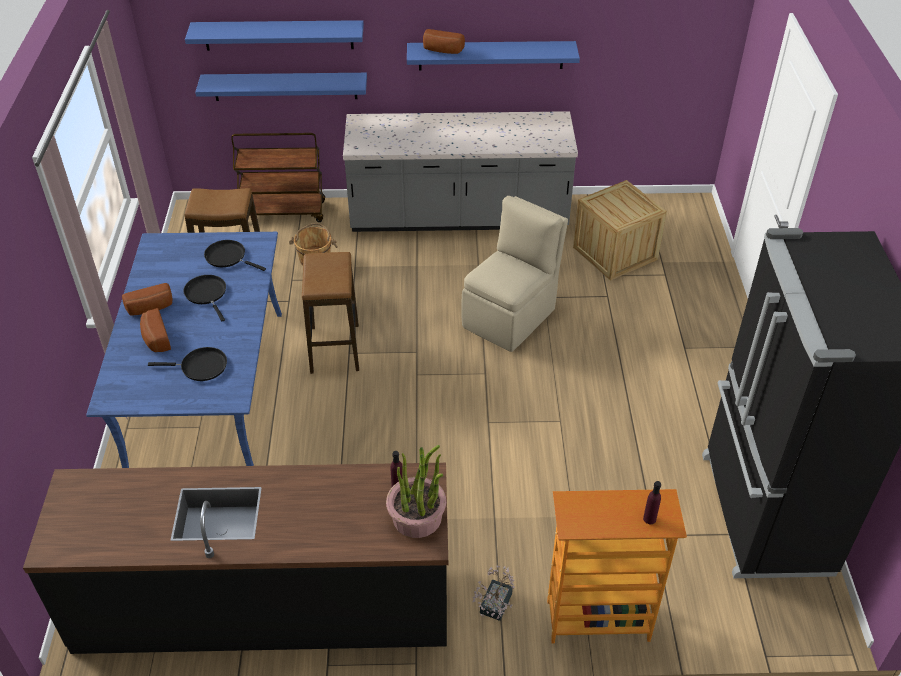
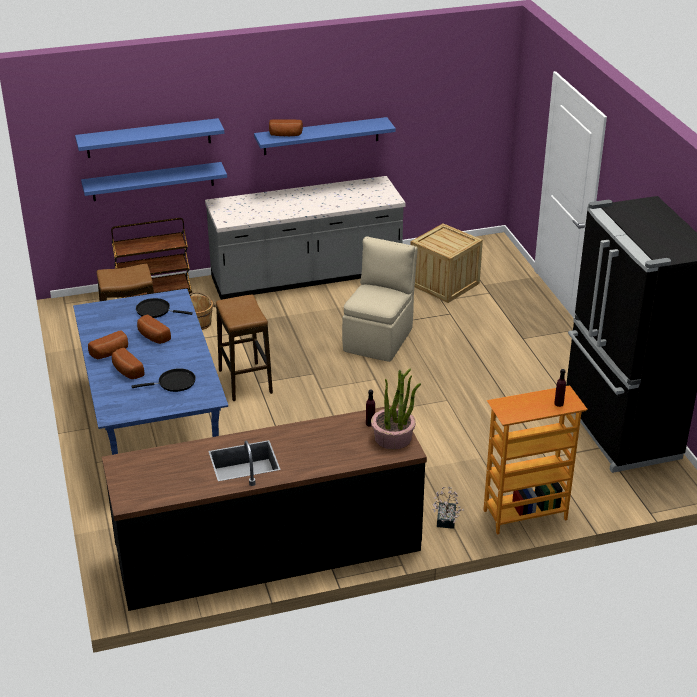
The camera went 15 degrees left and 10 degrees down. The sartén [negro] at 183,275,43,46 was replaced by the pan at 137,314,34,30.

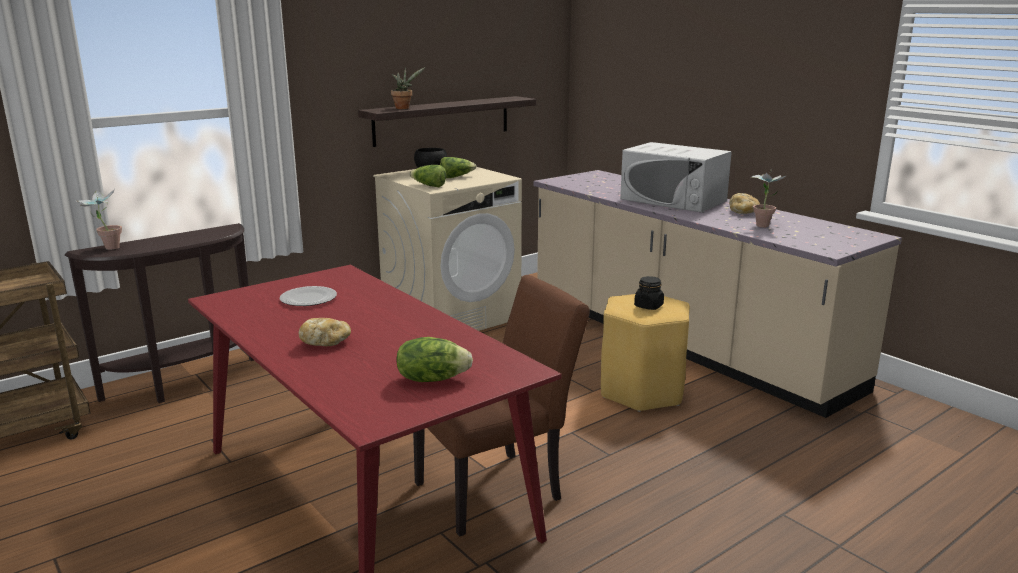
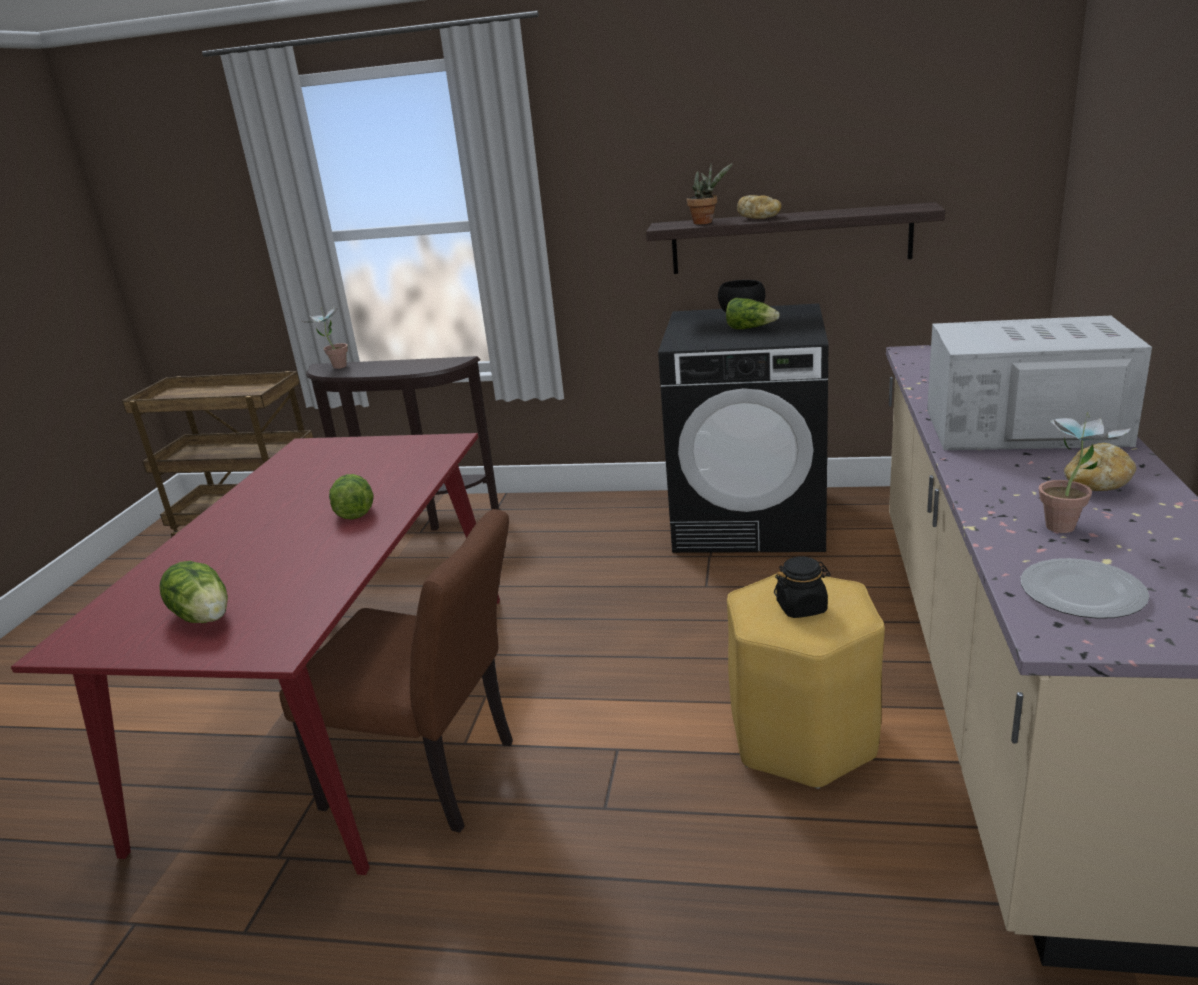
The camera went 50 degrees right and 5 degrees up. The plato moved from 280,286,57,20 to 1020,558,129,61. The pan moved from 299,318,52,28 to 737,195,45,24. The lavadora [beis] at 373,167,149,164 became the lavadora [negro] at 658,303,170,250. The lechuga moved from 409,165,37,22 to 329,474,45,46. The microondas [blanco] at 620,142,112,71 turned 105 degrees clockwise.

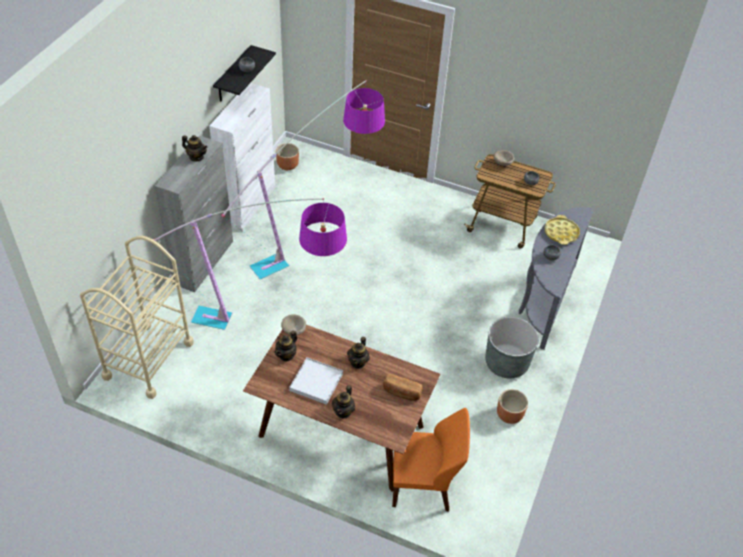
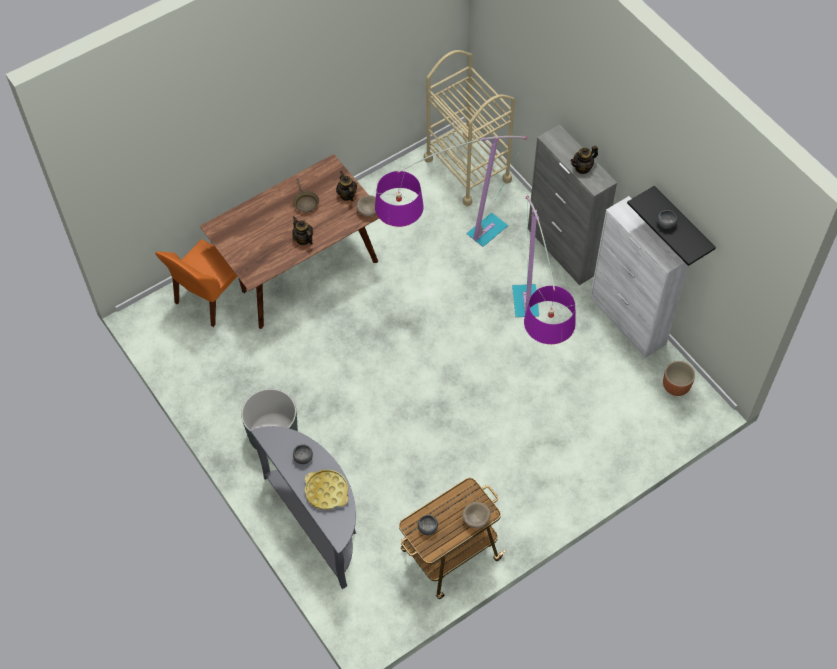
The camera went 125 degrees right and 10 degrees up. The bandeja [blanco] at 289,357,54,48 was replaced by the sartén [marrón] at 293,178,26,35. The tetera at 332,385,23,34 disappeared. The pan at 383,374,40,27 disappeared. The maceta [marrón] at 497,389,31,35 disappeared.

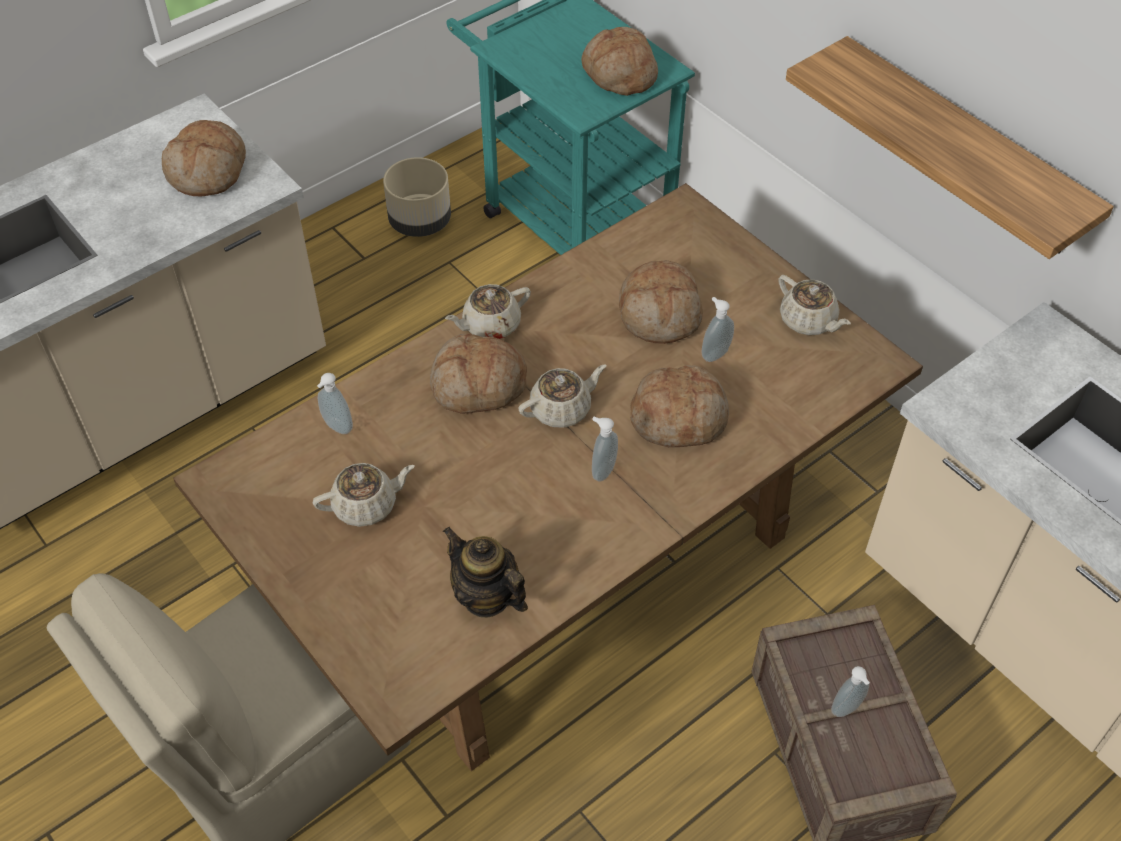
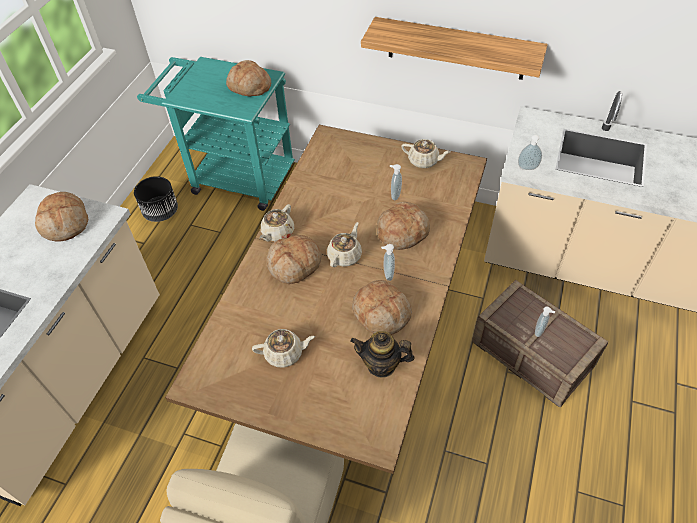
The camera went 30 degrees left and 0 degrees up. The tetera [beis] at 313,463,102,64 turned 45 degrees clockwise. The dispensador de jabón moved from 317,373,36,61 to 518,135,24,35. The maceta [beis] at 383,157,68,80 became the maceta [negro] at 134,176,44,46. The pan moved from 619,260,84,84 to 352,280,60,55.

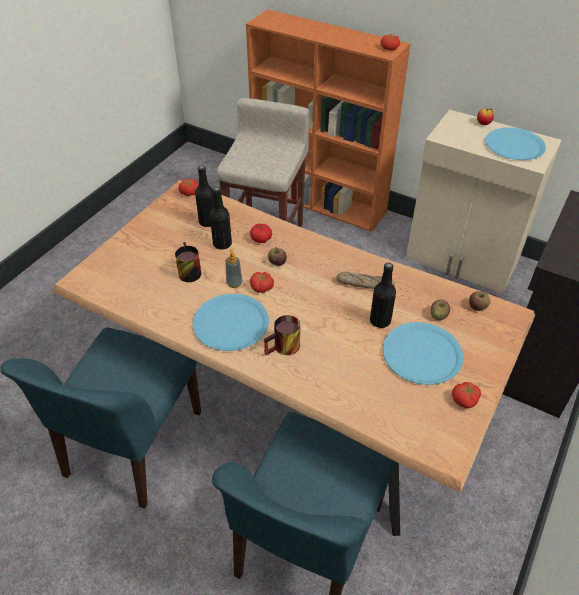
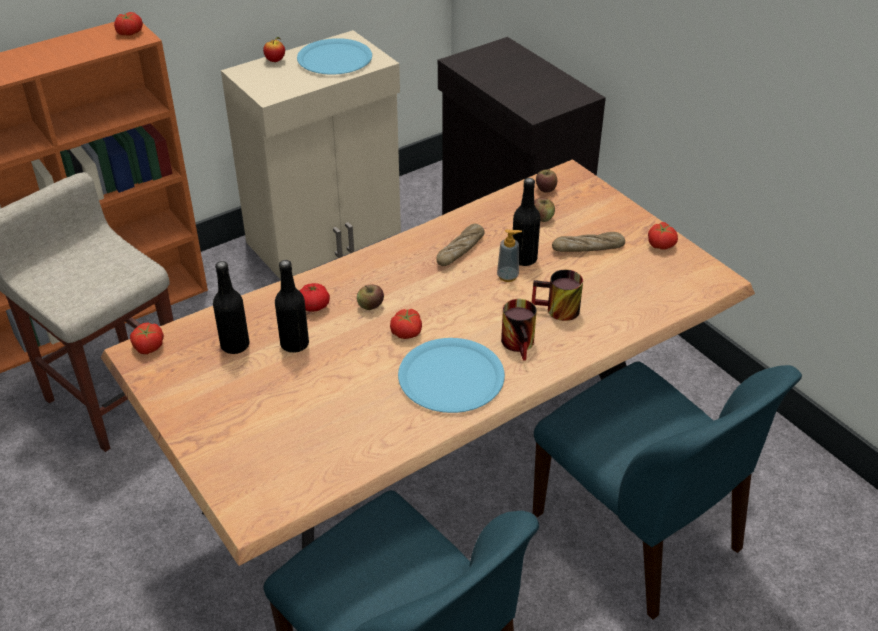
The camera went 65 degrees left and 5 degrees down. The taza grande moved from 175,242,26,40 to 532,270,51,51. The dispensador de jabón moved from 225,249,18,39 to 497,230,25,52. The plato [azul] at 383,322,80,63 was replaced by the pan at 552,232,73,20.

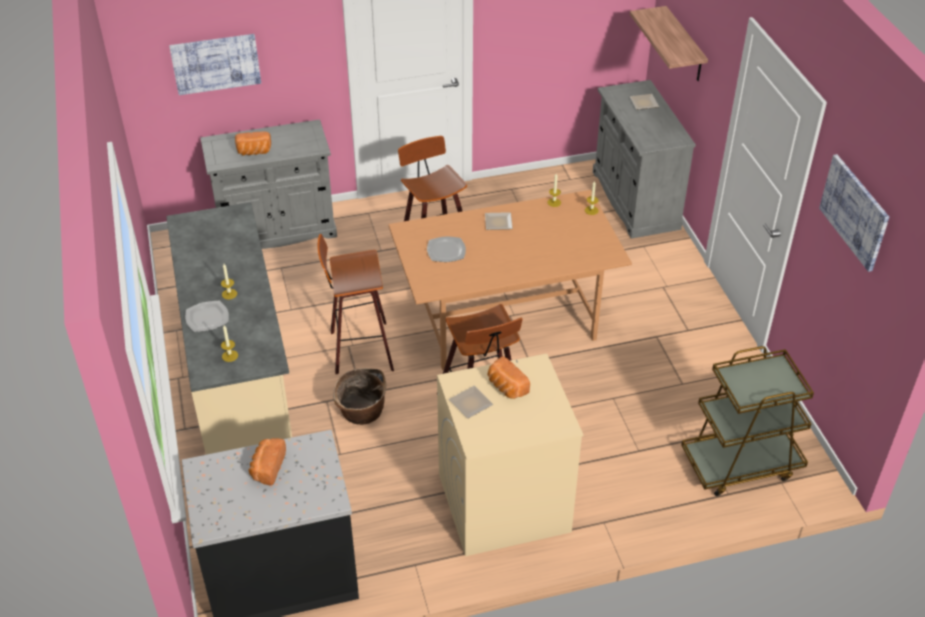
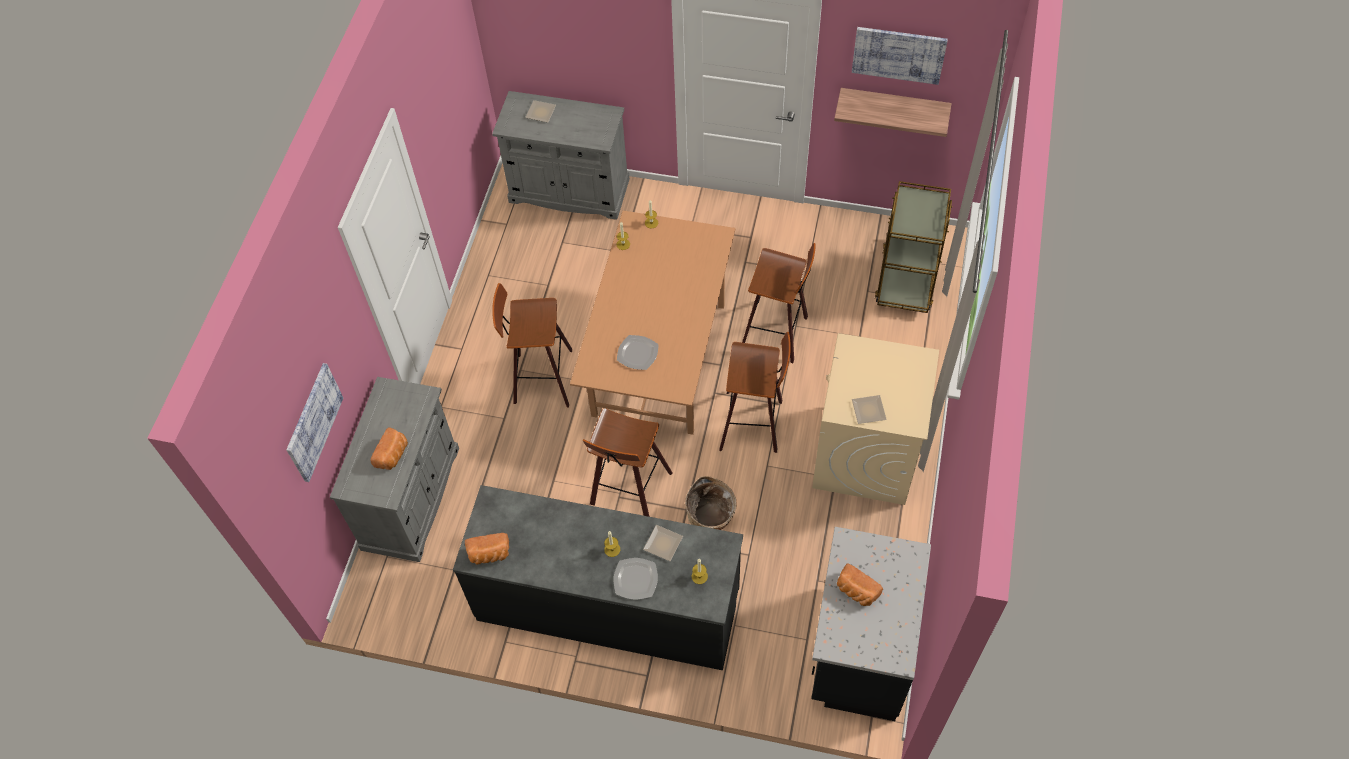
The camera went 60 degrees left and 15 degrees up. The mueble bajo de cocina [beis] at 166,202,126,253 became the mueble bajo de cocina [negro] at 453,485,290,185. The plato moved from 485,212,28,18 to 643,525,40,36. The pan moved from 487,356,43,43 to 465,533,44,31. The estante moved from 630,6,78,75 to 834,88,118,49. The taburete at 742,243,74,120 appeared.

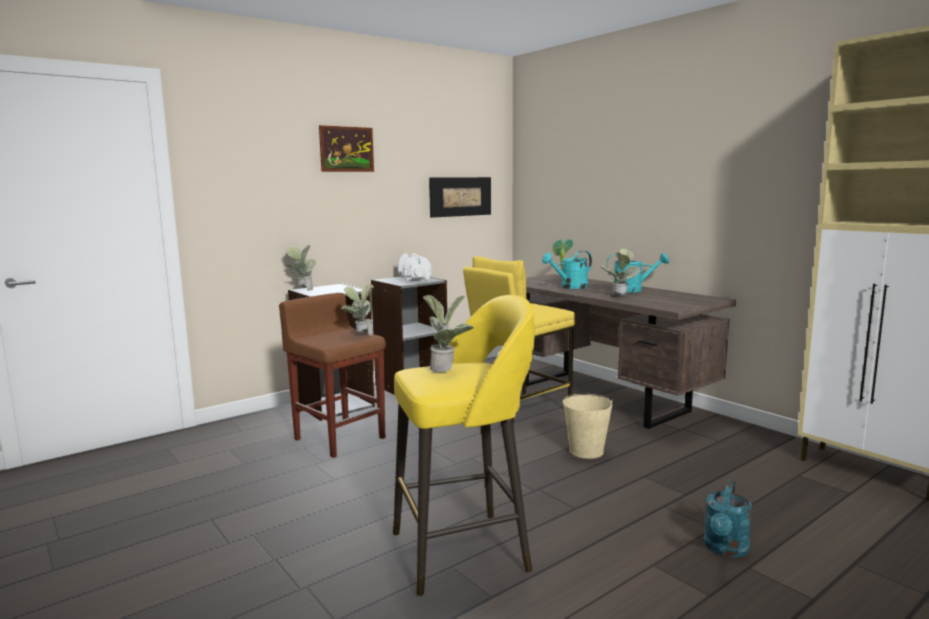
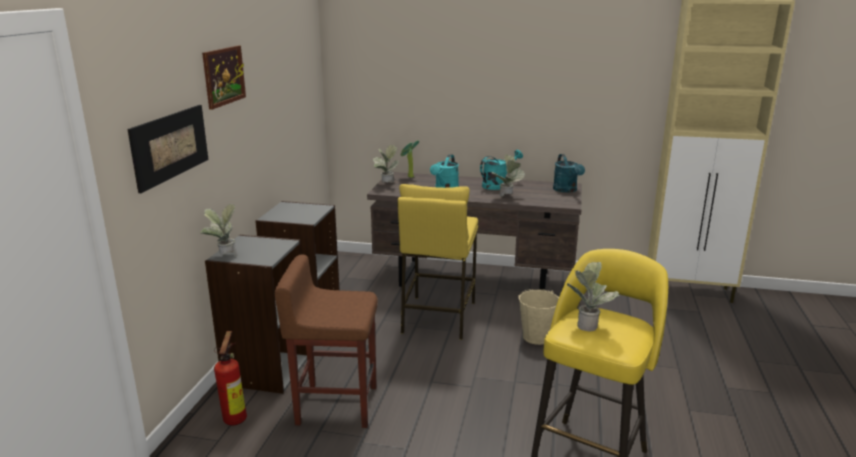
The camera went 40 degrees left and 10 degrees up. The planta en maceta moved from 340,284,34,52 to 373,145,26,38. The mancuerna [blanco] at 397,253,34,29 disappeared. The cuadro moved from 429,177,62,41 to 127,105,81,88. The regadera [turquesa] moved from 703,480,49,78 to 553,154,32,39. The extintor at 214,331,33,94 appeared.

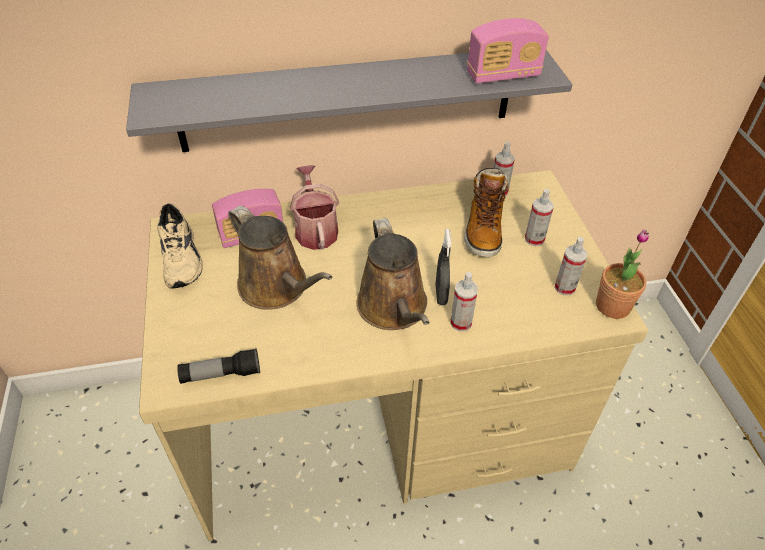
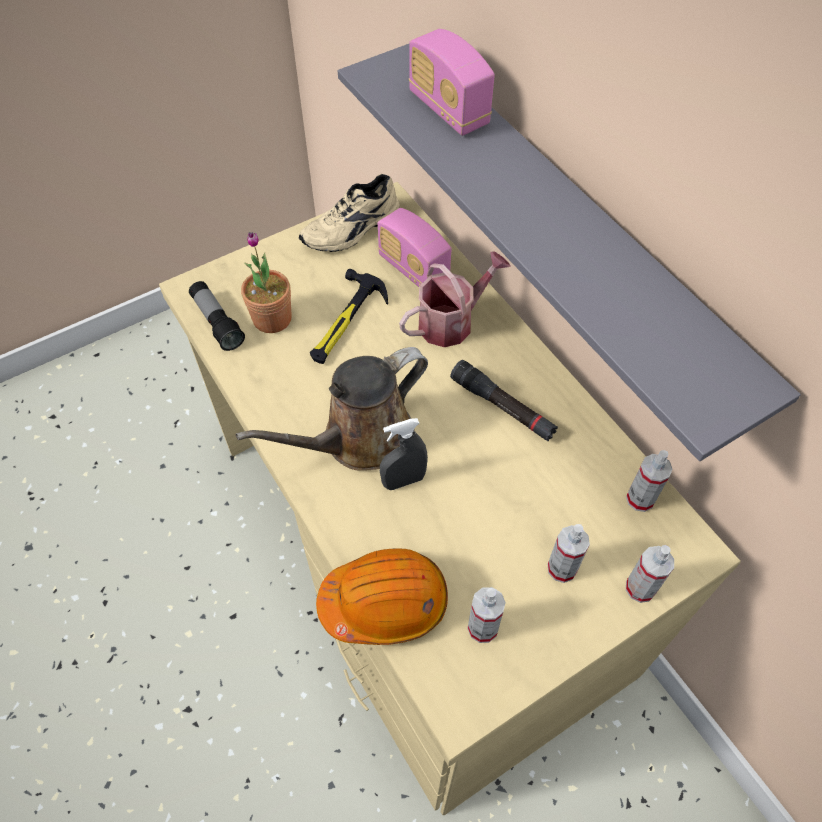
The camera went 70 degrees right and 10 degrees up. The regadera [marrón] at 228,205,104,105 was replaced by the martillo at 310,269,78,95. The pulverizador moved from 450,272,28,59 to 626,545,48,58. The bota at 464,168,44,89 disappeared. The radio moved from 467,18,82,66 to 409,29,86,107. The planta en maceta moved from 596,229,53,90 to 241,232,51,101. The casco [naranja] at 316,548,132,97 appeared. The linterna [negro] at 450,360,108,81 appeared.

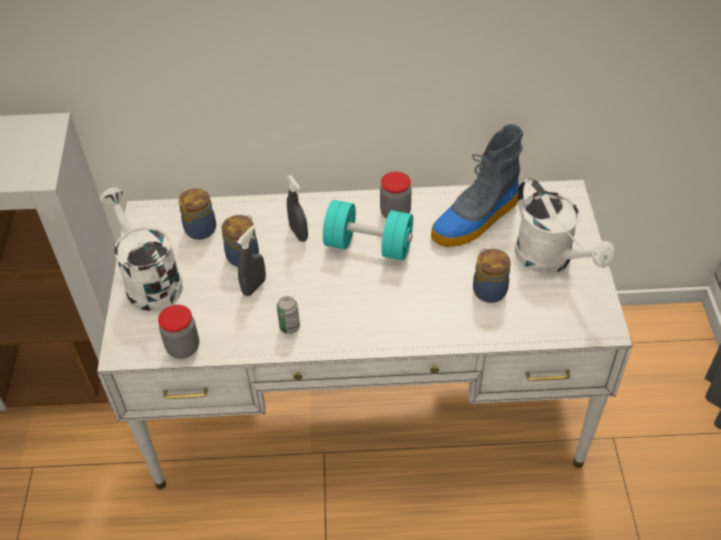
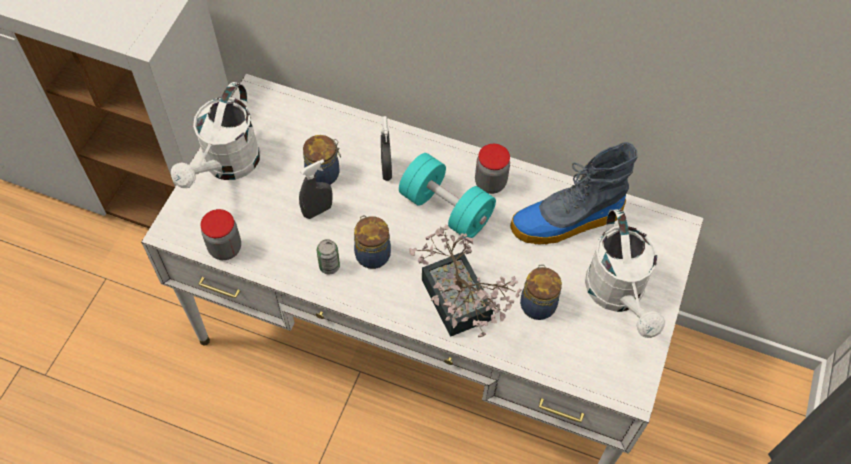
The camera went 20 degrees right and 10 degrees up. The regadera [blanco] at 99,187,84,124 turned 150 degrees counterclockwise. The tarro moved from 179,188,37,52 to 354,215,37,54. The planta en maceta at 409,225,113,112 appeared.

